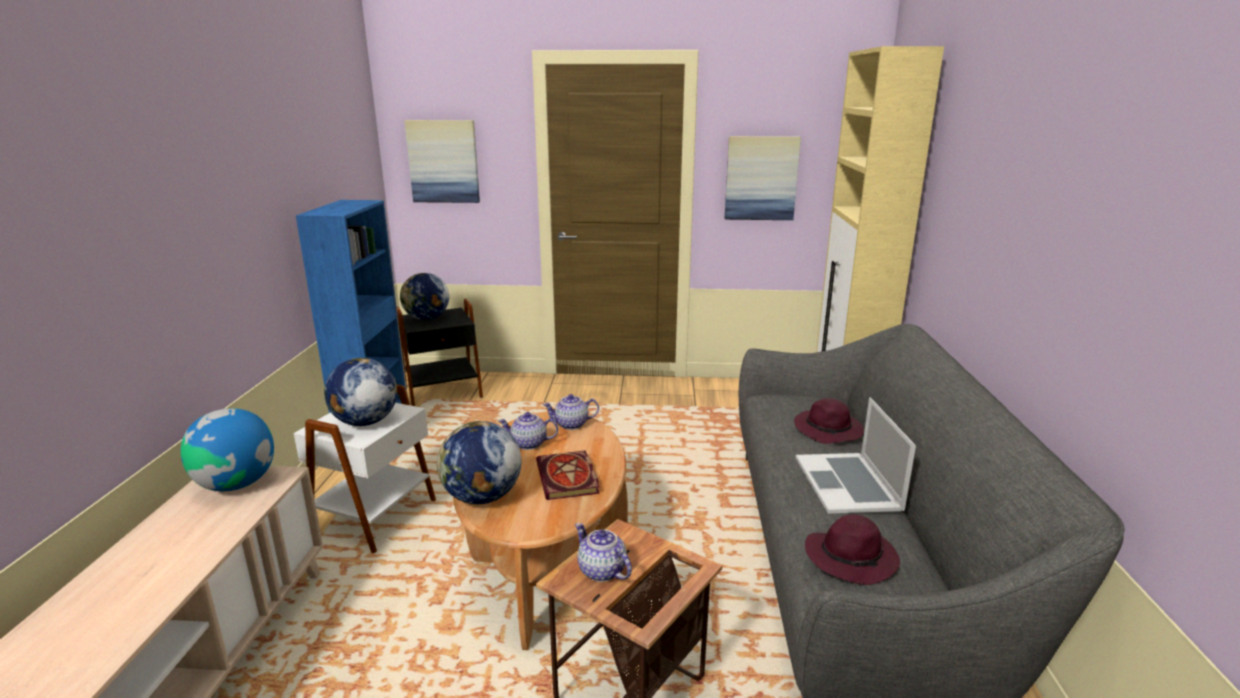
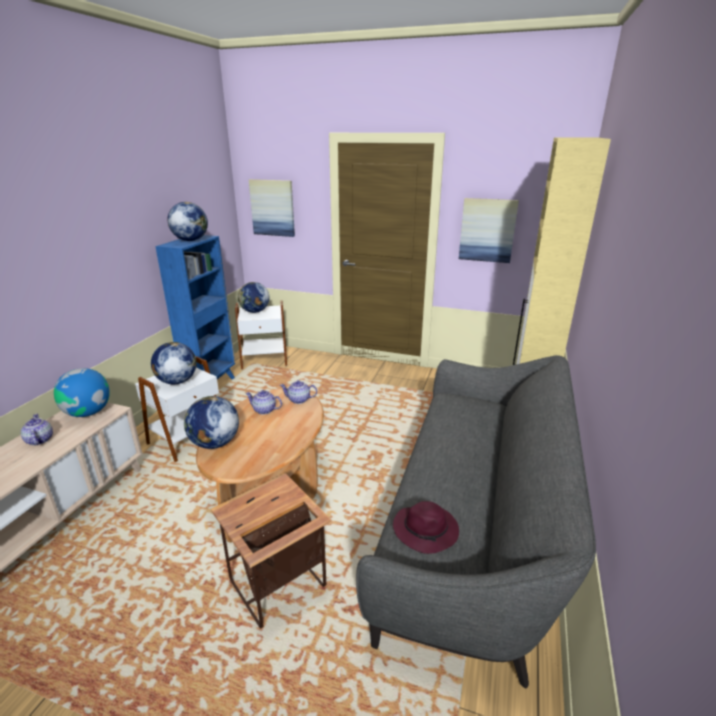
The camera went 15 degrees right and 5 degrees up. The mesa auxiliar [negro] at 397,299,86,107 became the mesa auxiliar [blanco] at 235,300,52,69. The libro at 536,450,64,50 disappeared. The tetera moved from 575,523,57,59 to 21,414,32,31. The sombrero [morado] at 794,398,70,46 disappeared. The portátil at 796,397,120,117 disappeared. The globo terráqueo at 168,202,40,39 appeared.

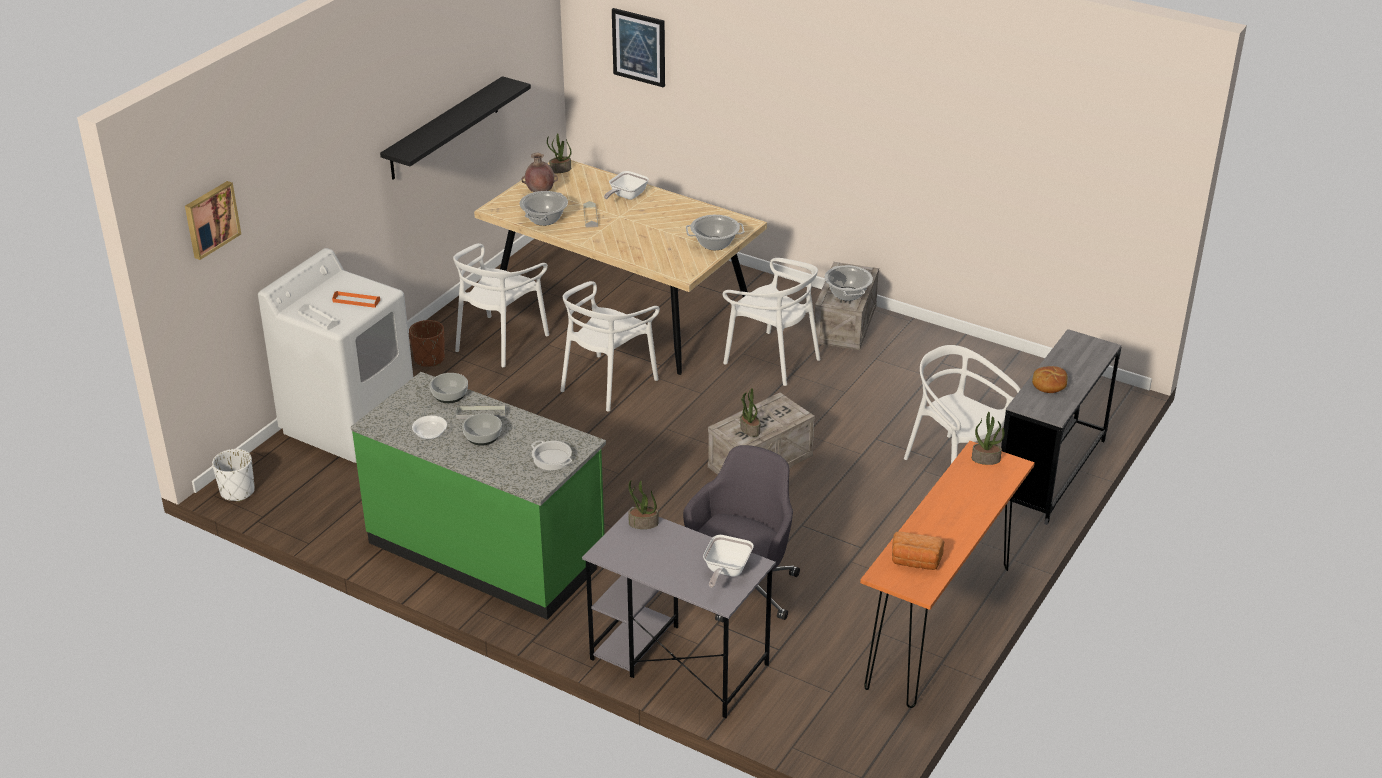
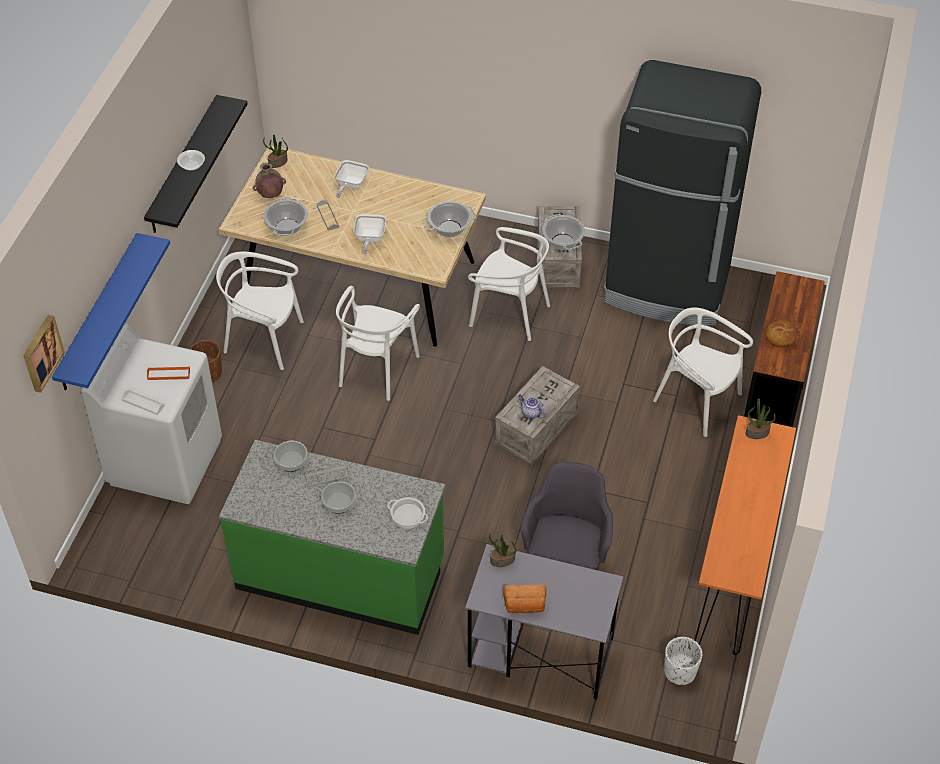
The camera went 15 degrees left and 15 degrees up. The maceta [blanco] moved from 212,449,43,53 to 664,637,38,48. The cuenco moved from 412,416,35,23 to 177,150,28,21. The silla [blanco] at 453,243,96,124 turned 90 degrees clockwise. The cuadro at 612,8,53,79 disappeared. The sartén moved from 703,535,51,53 to 353,214,33,40. The planta en maceta at 740,388,20,49 was replaced by the tetera at 518,395,28,24. The pan moved from 892,531,52,39 to 503,585,43,28. The escritorio [gris] at 1001,329,120,196 became the escritorio [marrón] at 744,271,80,156. The estante [azul] at 52,233,118,157 appeared. The nevera [negro] at 604,60,157,266 appeared.

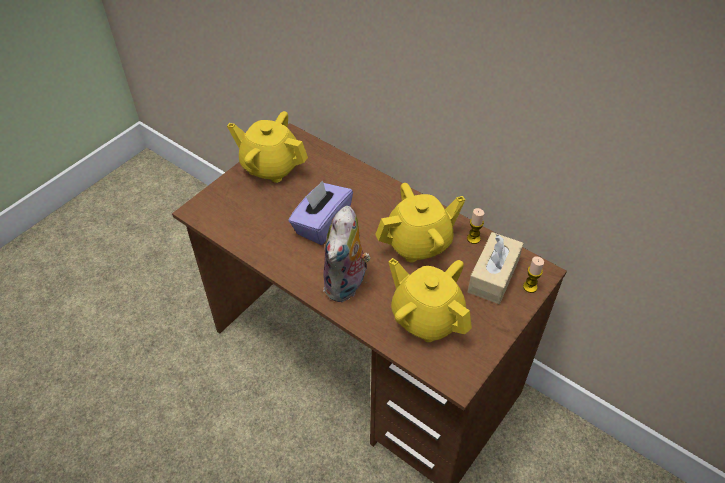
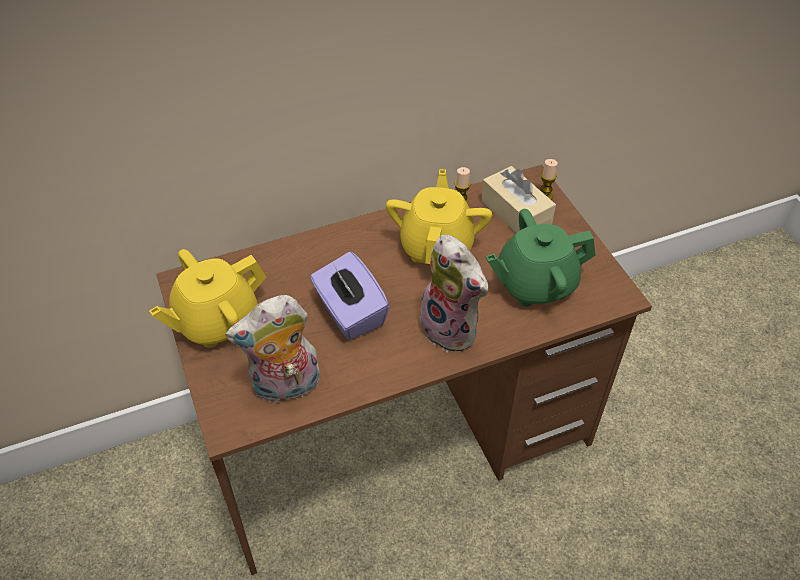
The camera went 60 degrees left and 0 degrees up. The tetera [amarillo] at 388,258,84,84 became the tetera [verde] at 486,209,110,98. The peluche at 225,295,95,109 appeared.

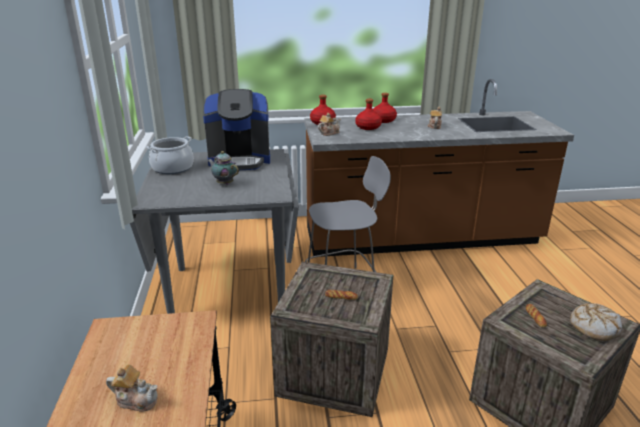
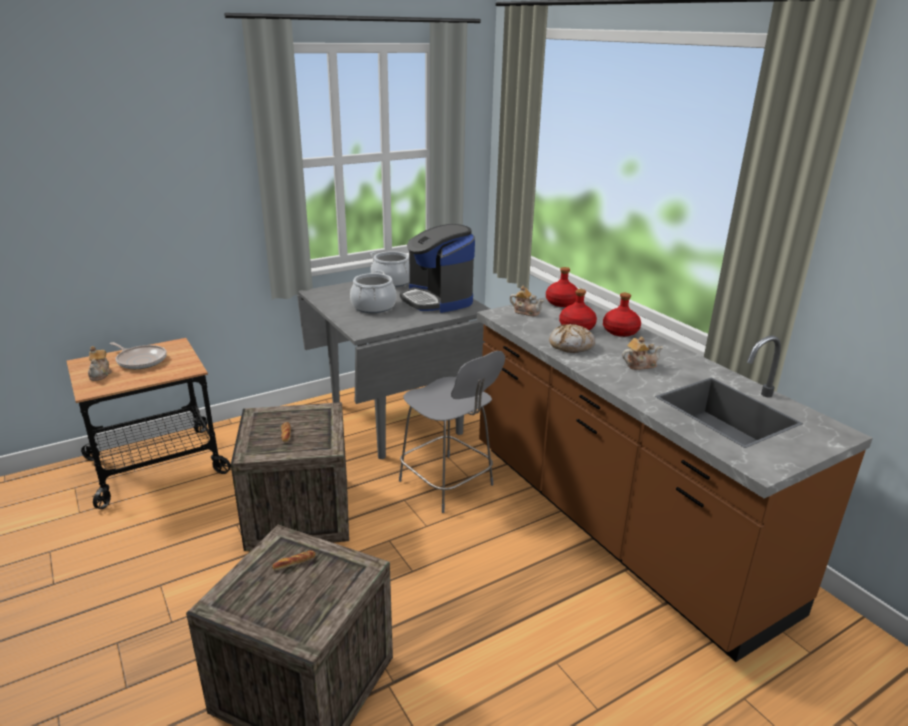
The camera went 65 degrees right and 0 degrees up. The tetera at 207,151,32,34 was replaced by the olla at 350,270,47,43. The pan moved from 570,303,52,38 to 549,324,46,29. The sartén at 110,342,57,27 appeared.

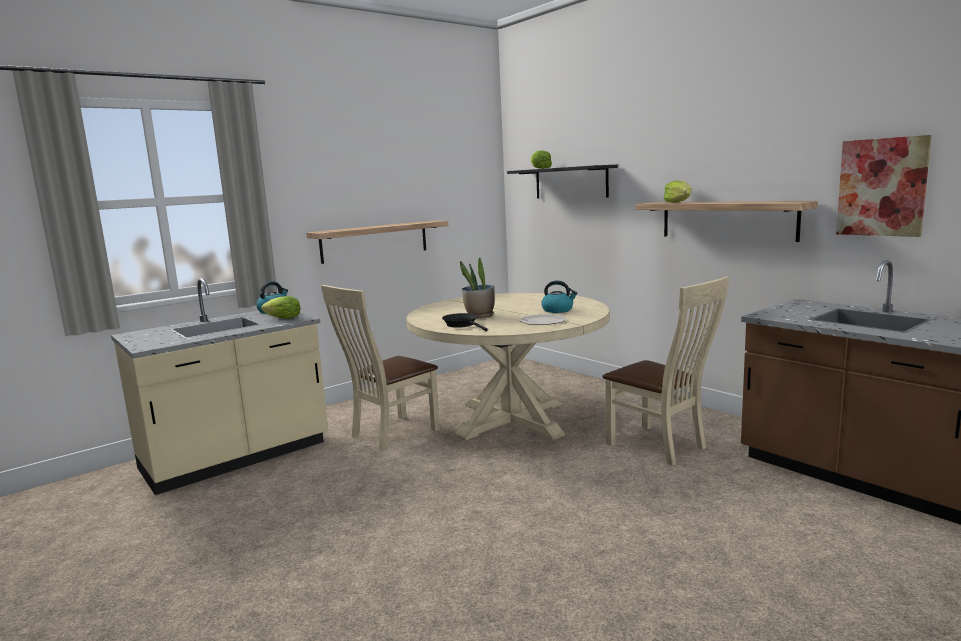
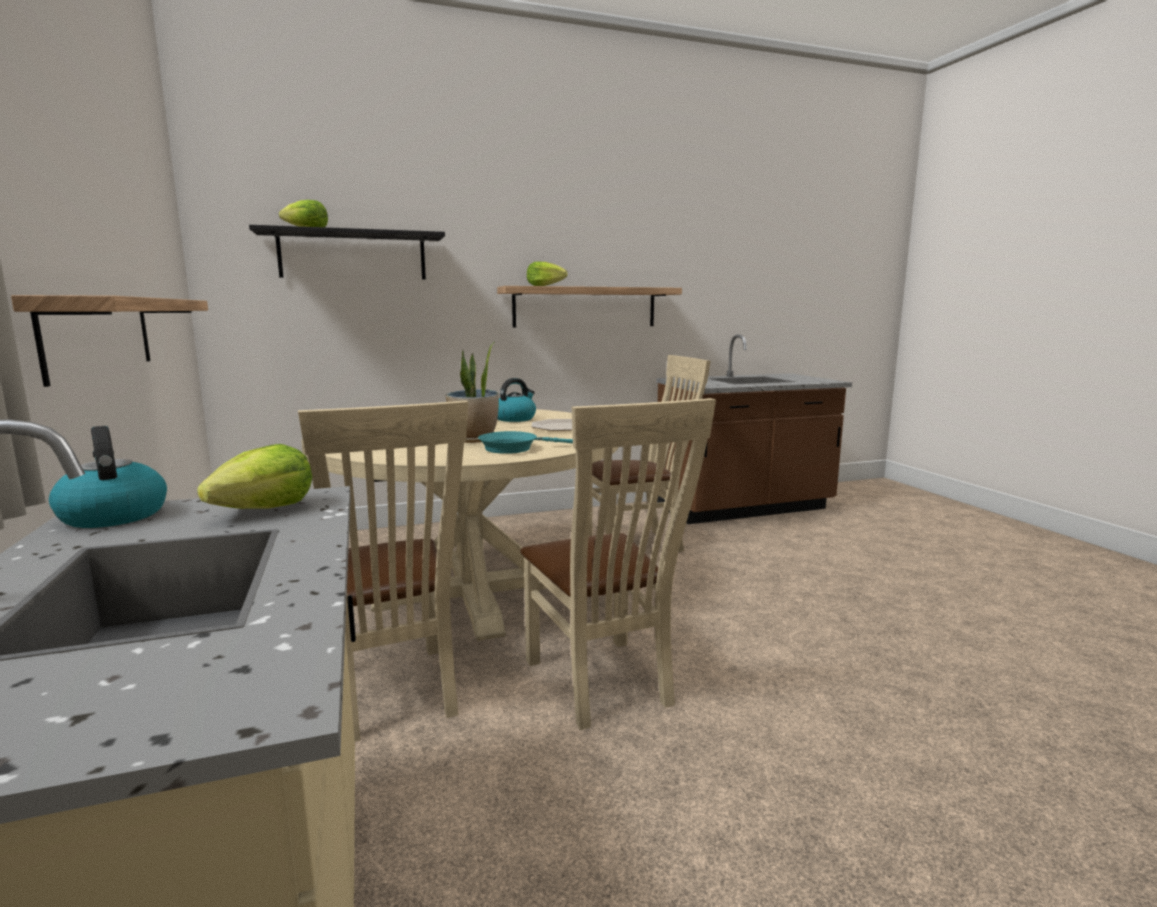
The camera went 70 degrees left and 0 degrees up. The sartén [negro] at 442,313,46,18 became the sartén [turquesa] at 478,431,95,23. The cuadro at 836,135,96,102 disappeared. The silla [beis] at 520,398,196,332 appeared.

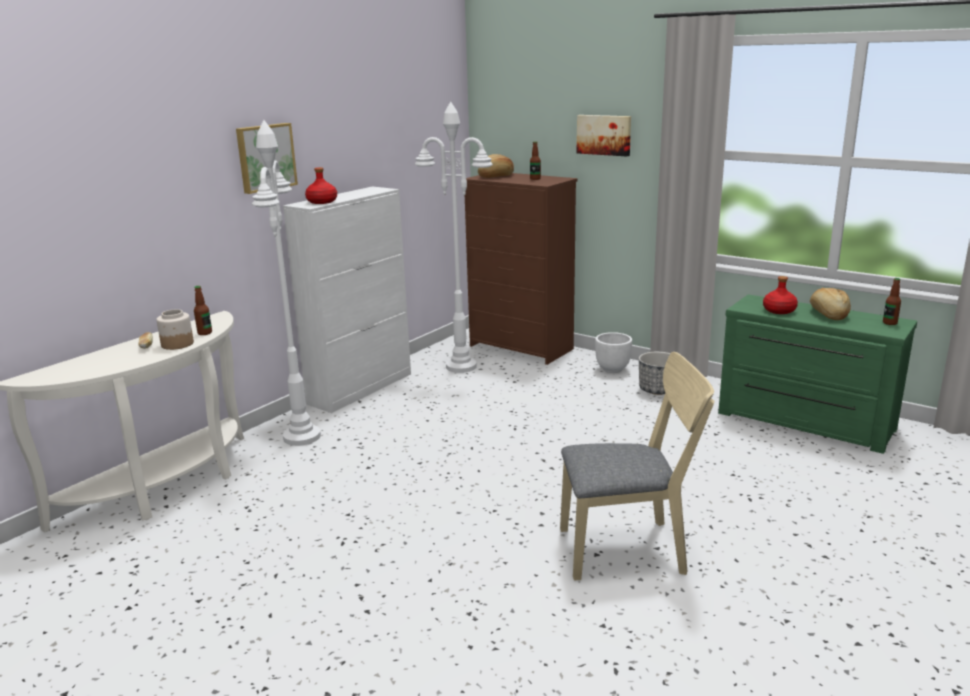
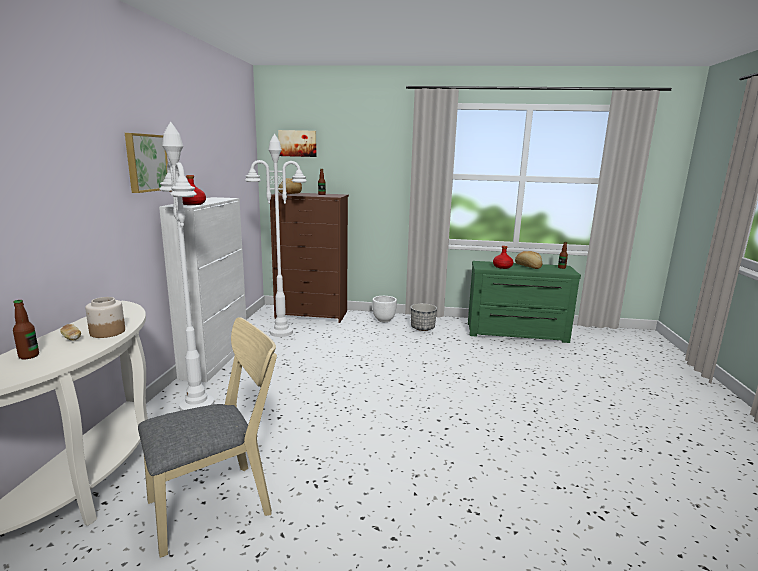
The camera went 30 degrees left and 5 degrees down. The botella moved from 194,286,18,49 to 13,300,26,59. The silla [beis] moved from 560,352,155,228 to 138,317,139,241. The cuadro moved from 577,115,54,41 to 278,130,39,27.

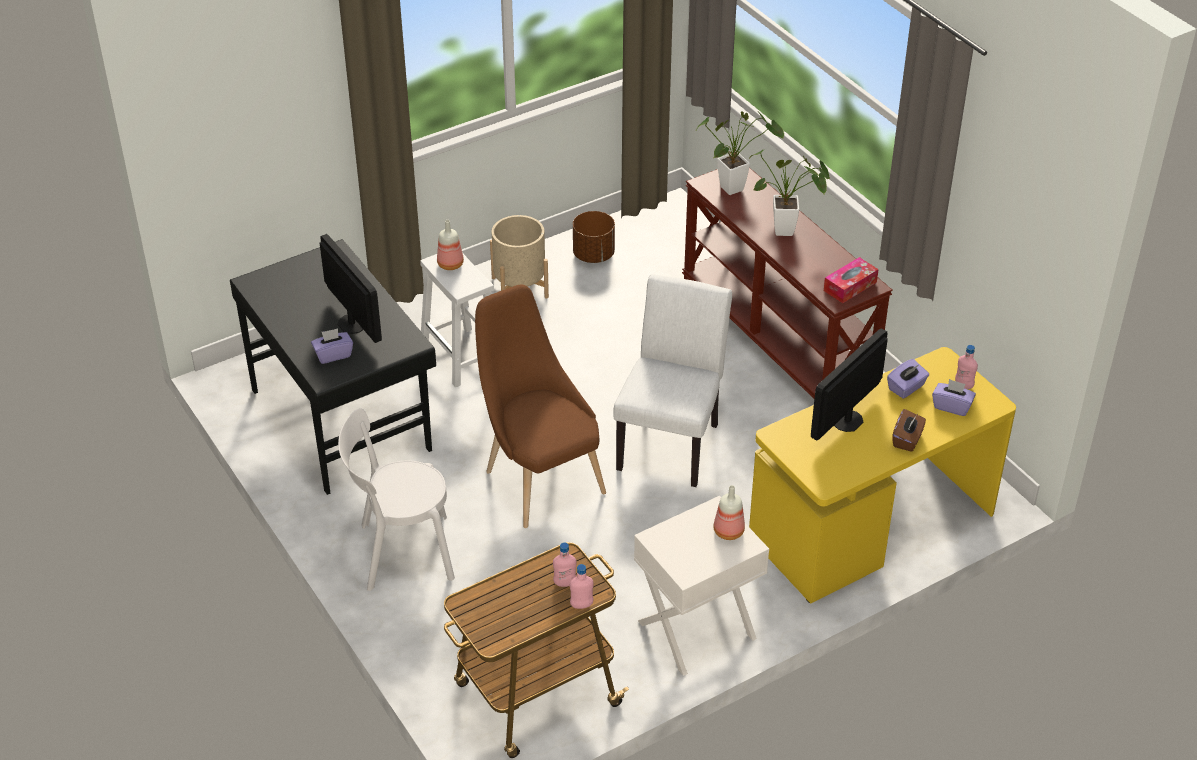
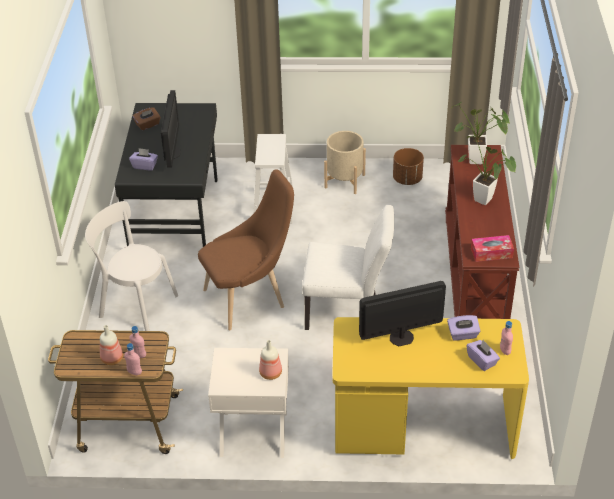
The camera went 35 degrees right and 0 degrees up. The botella moved from 437,220,27,50 to 100,325,23,40. The silla [marrón] at 475,285,131,243 turned 60 degrees clockwise. The silla [blanco] at 613,274,119,213 turned 45 degrees clockwise. The caja de pañuelos [marrón] moved from 892,409,34,43 to 133,107,28,23.

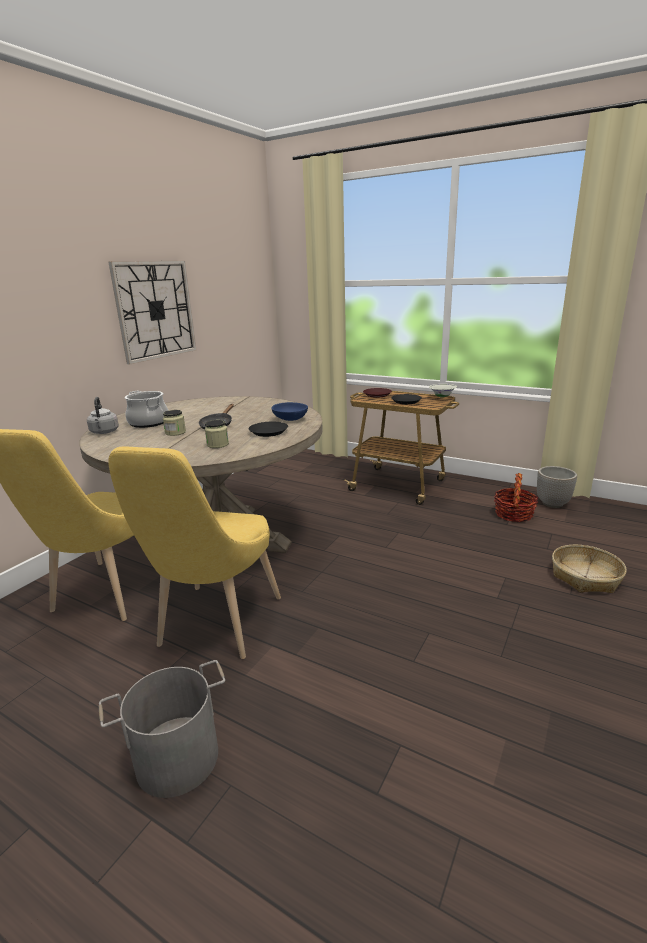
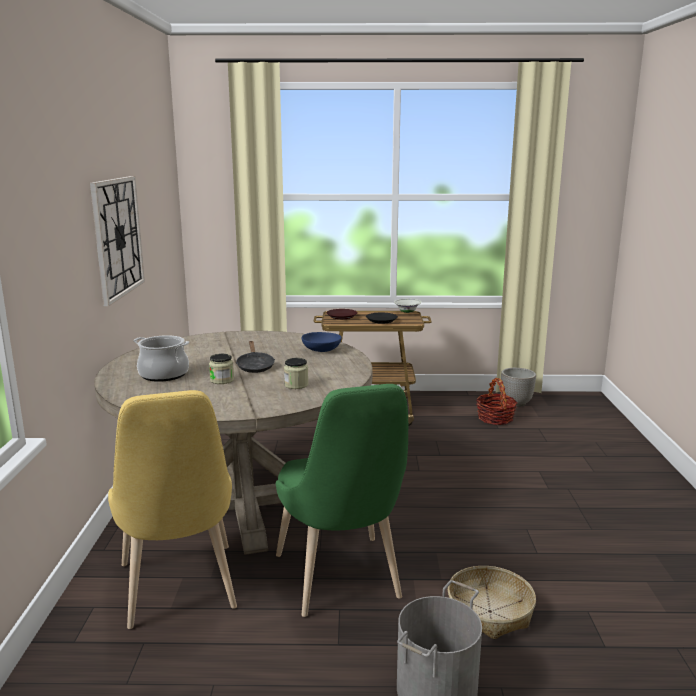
The camera went 30 degrees left and 5 degrees down. The hervidor [gris] at 87,397,32,37 disappeared. The silla [amarillo] at 108,447,173,212 became the silla [verde] at 276,384,132,233. The plato [negro] at 248,422,40,15 disappeared. The cesta moved from 552,545,75,48 to 448,566,88,73.

